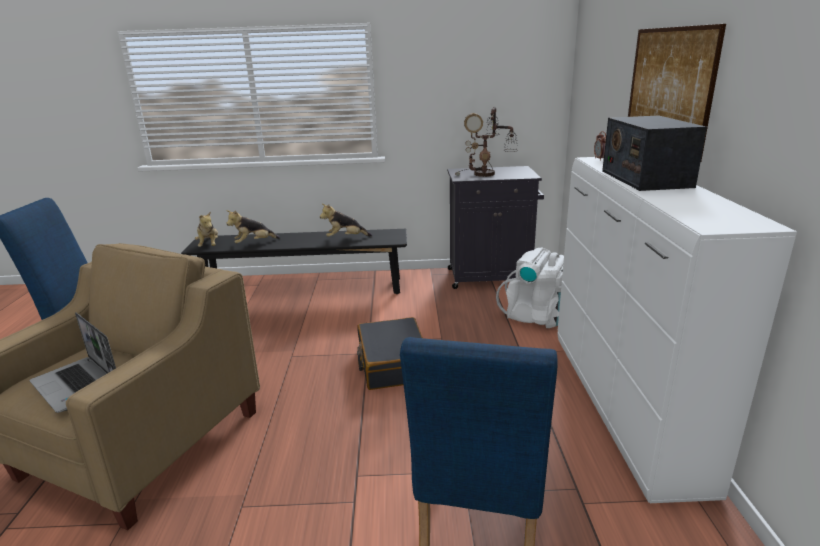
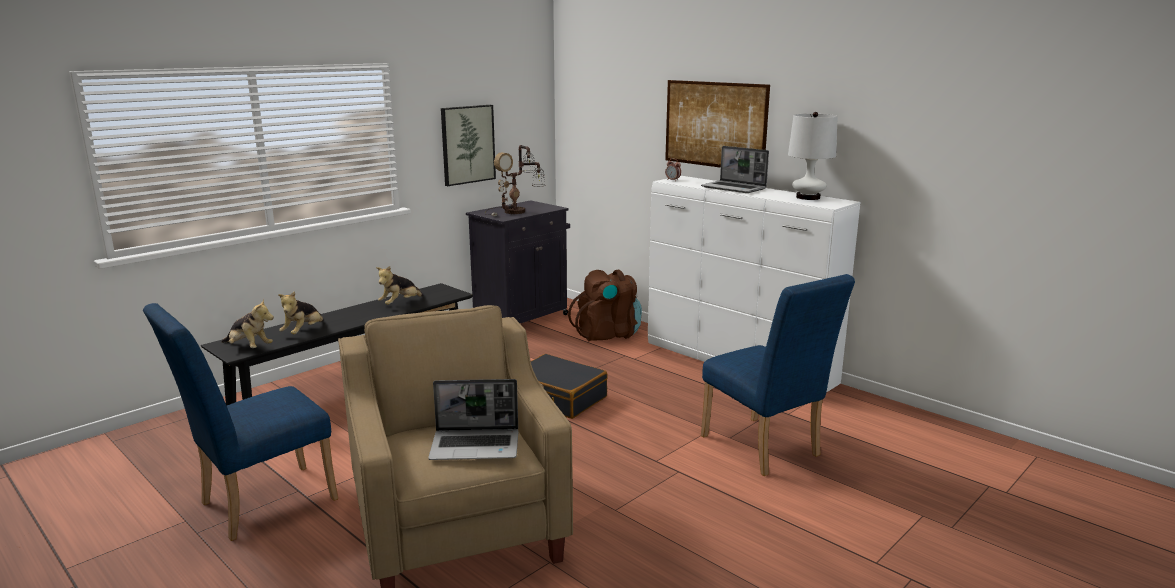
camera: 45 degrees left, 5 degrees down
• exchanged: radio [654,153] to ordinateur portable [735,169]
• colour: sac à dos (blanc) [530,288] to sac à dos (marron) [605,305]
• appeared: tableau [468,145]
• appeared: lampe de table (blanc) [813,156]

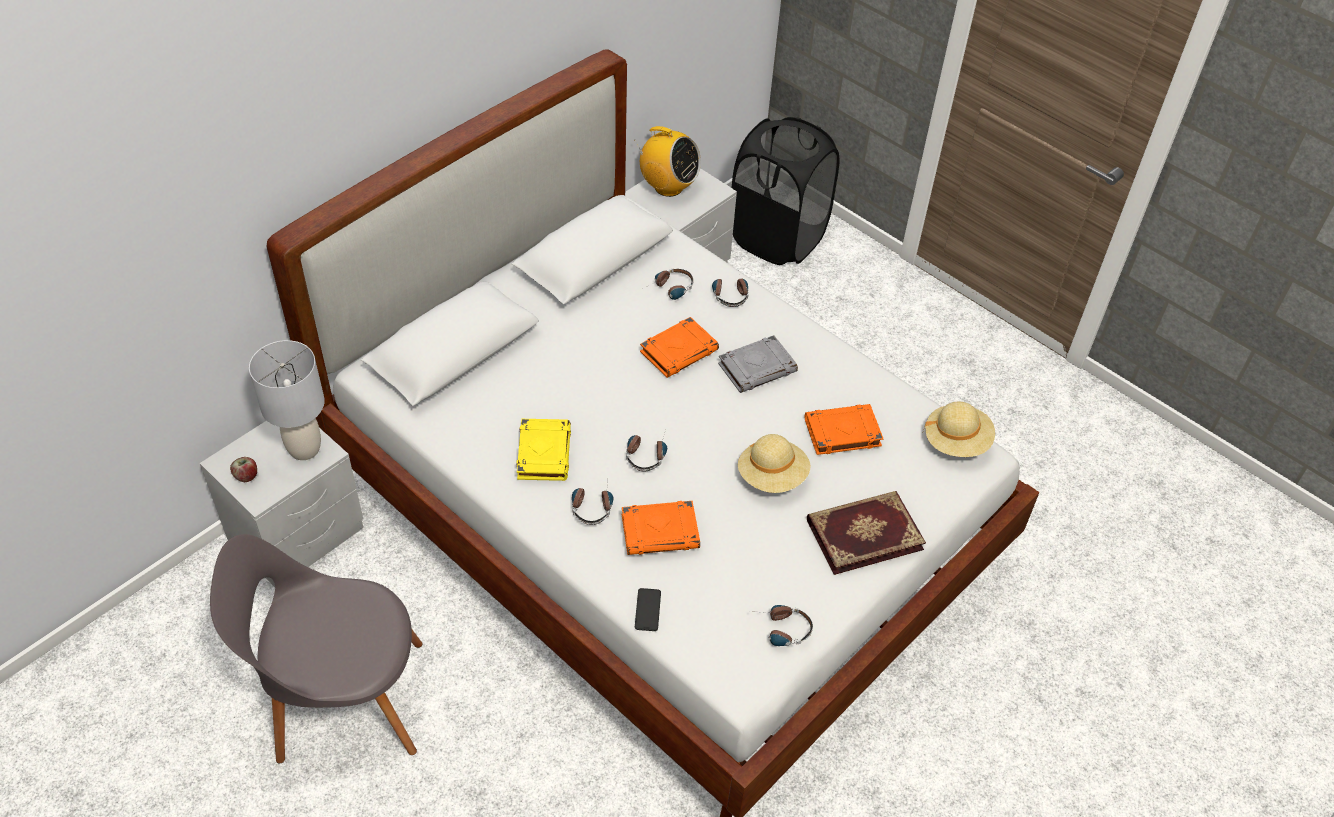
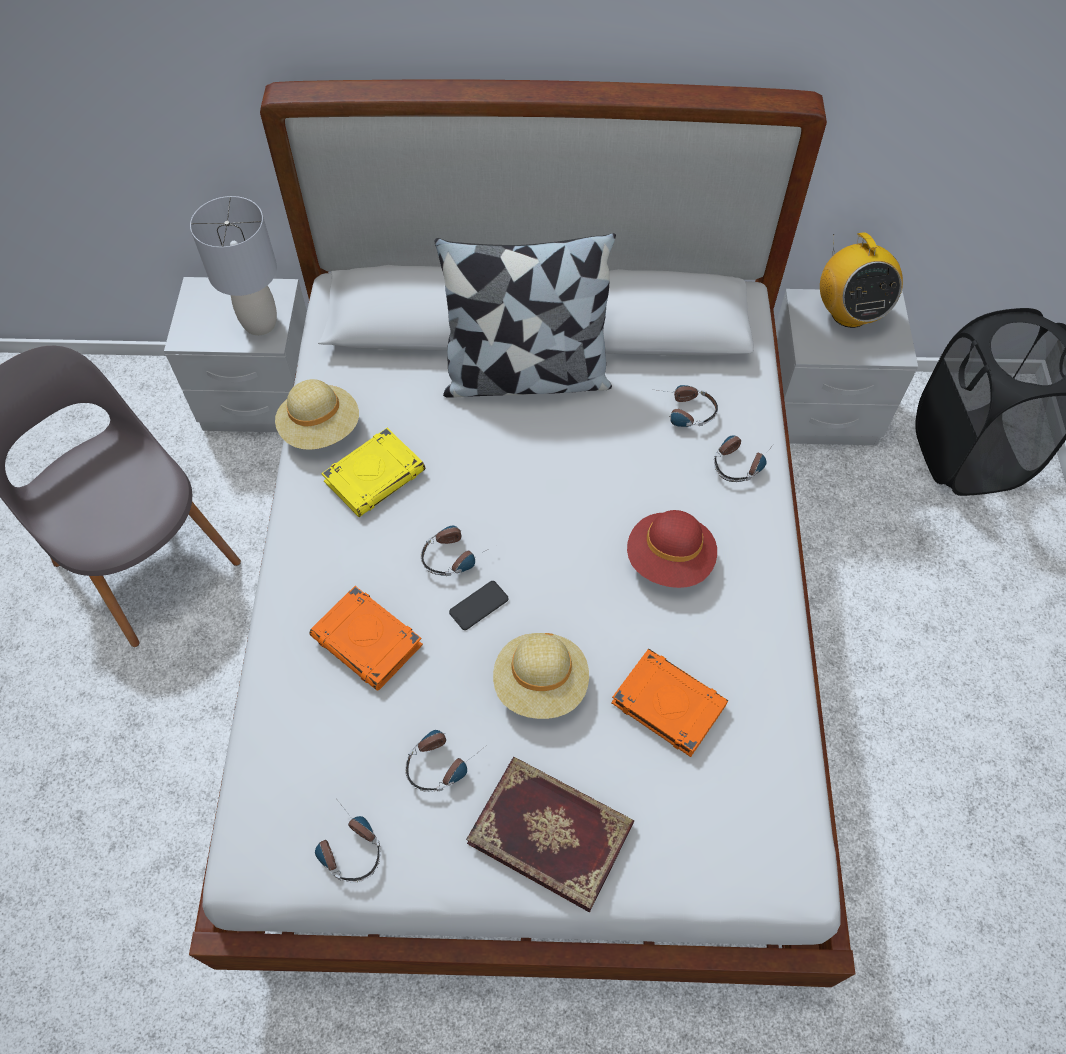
camera: 50 degrees right, 10 degrees up
• missing: livre (orange) [679,347]
• exchanged: livre (gris) [758,364] to chapeau (rouge) [672,549]
• relocated: chapeau (beige) [959,429] to [317,414]
• missing: pomme [243,469]
• relocated: casque audio [592,503] to [445,761]
• relocated: téléphone [648,609] to [478,605]
• appeared: coussin [525,315]

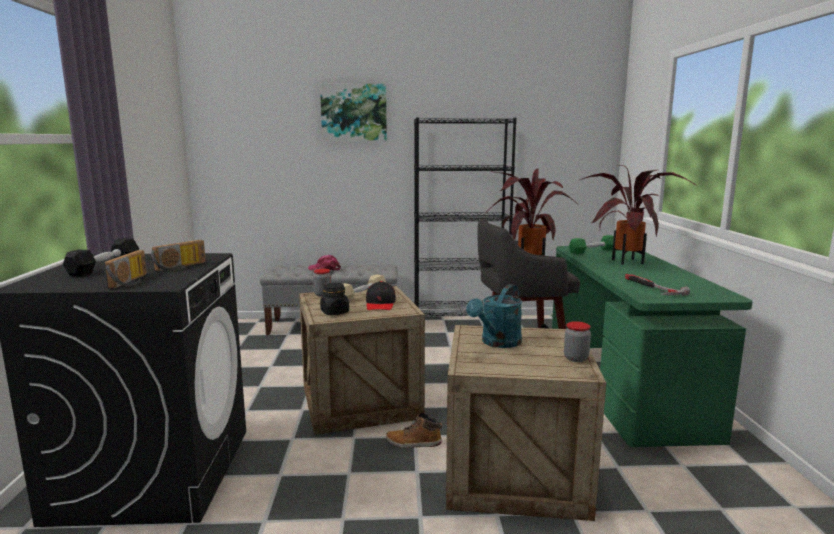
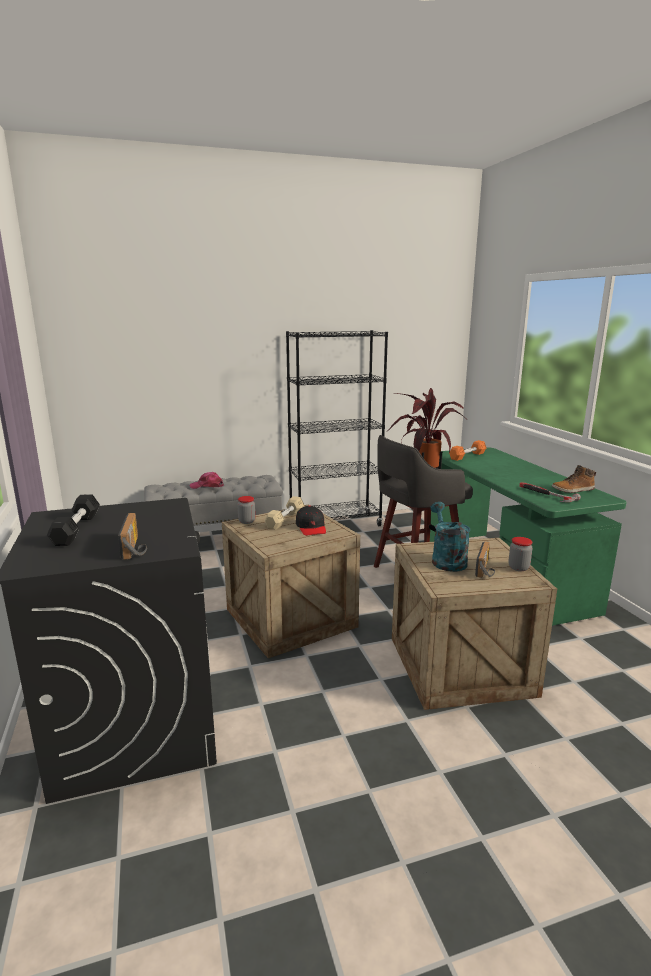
camera: 15 degrees left, 5 degrees up
• missing: tableau [353,112]
• missing: plante en pot [638,215]
• colour: haltère (vert) [591,244] to haltère (orange) [467,450]
• relocated: radio [178,255] to [485,559]
• missing: bocal (noir) [334,299]
• spun: arrosoir (turquoise) [494,316] = [450,537] 150 degrees clockwise
• relocated: botte [414,430] to [574,479]

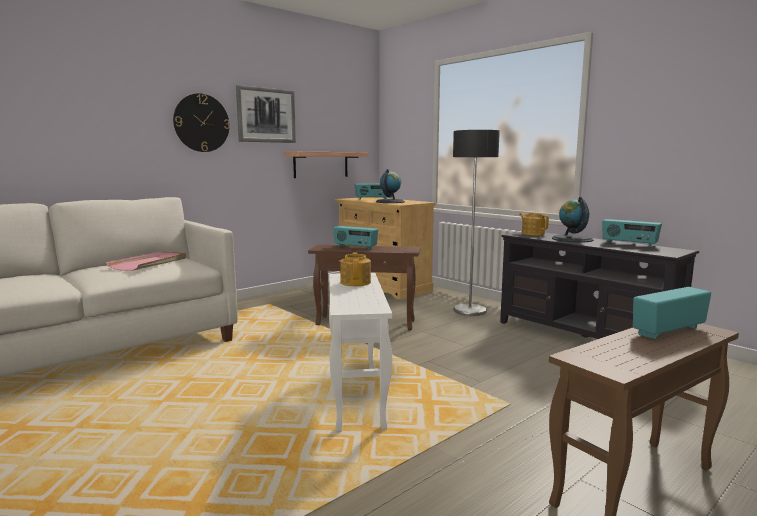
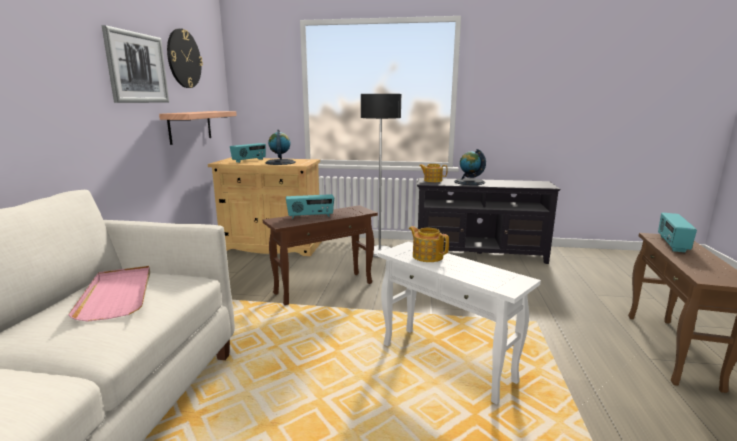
camera: 40 degrees left, 5 degrees up
• relocated: horloge murale [201,122] to [185,58]
• missing: radio [632,233]

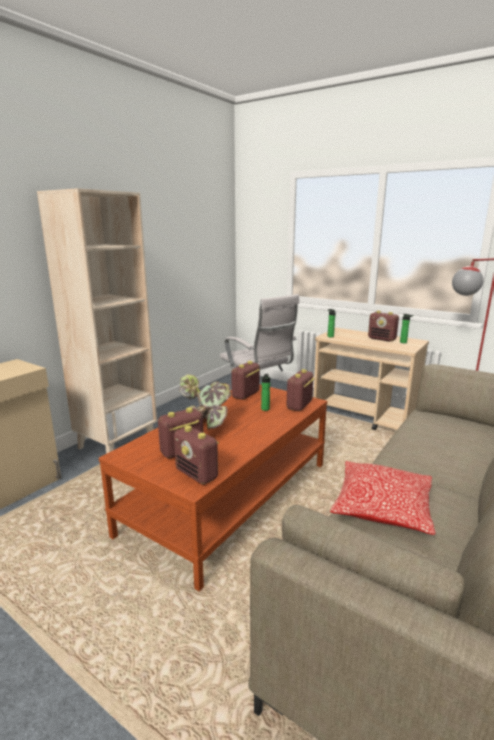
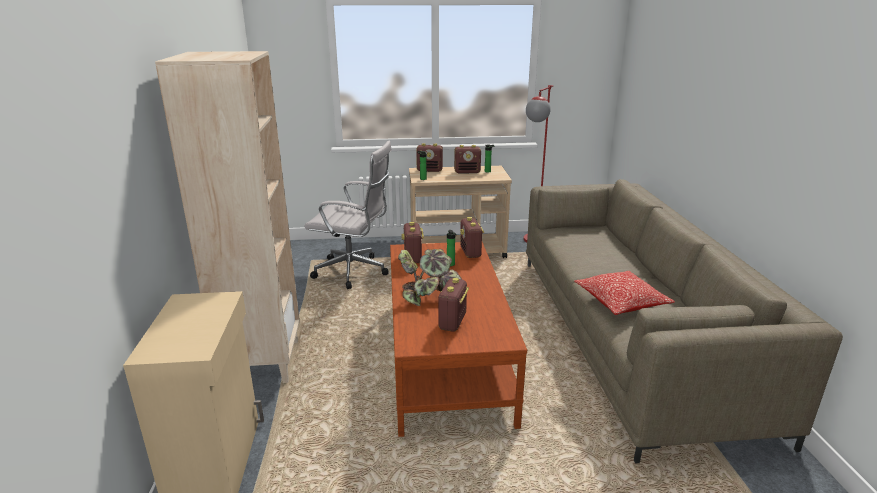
camera: 40 degrees left, 5 degrees up
• relocated: radio [196,455] to [429,157]

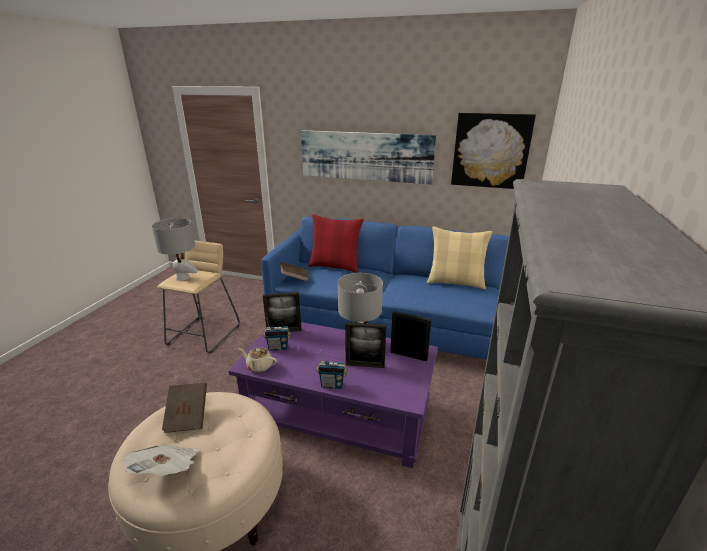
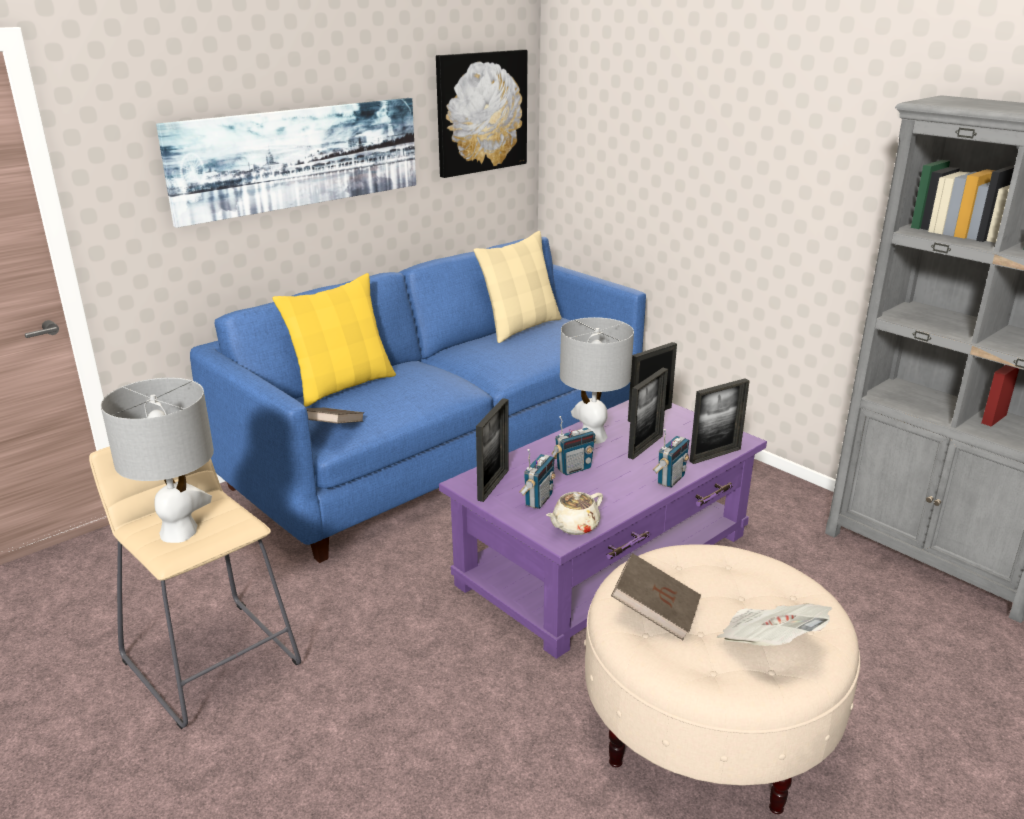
camera: 60 degrees left, 0 degrees up
• colour: coussin (rouge) [336,243] to coussin (jaune) [334,340]
• appeared: cadre photo [719,421]
• appeared: radio [573,445]

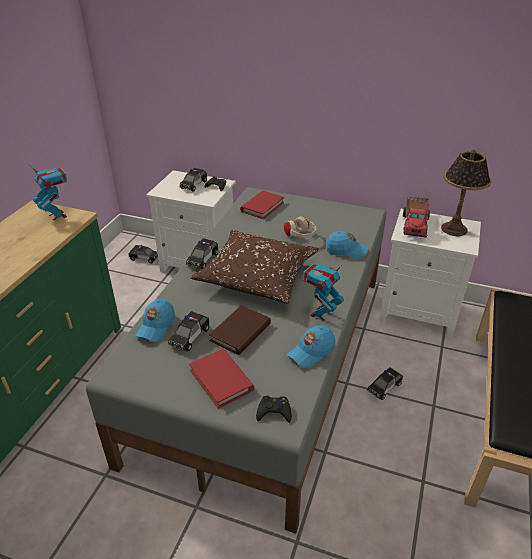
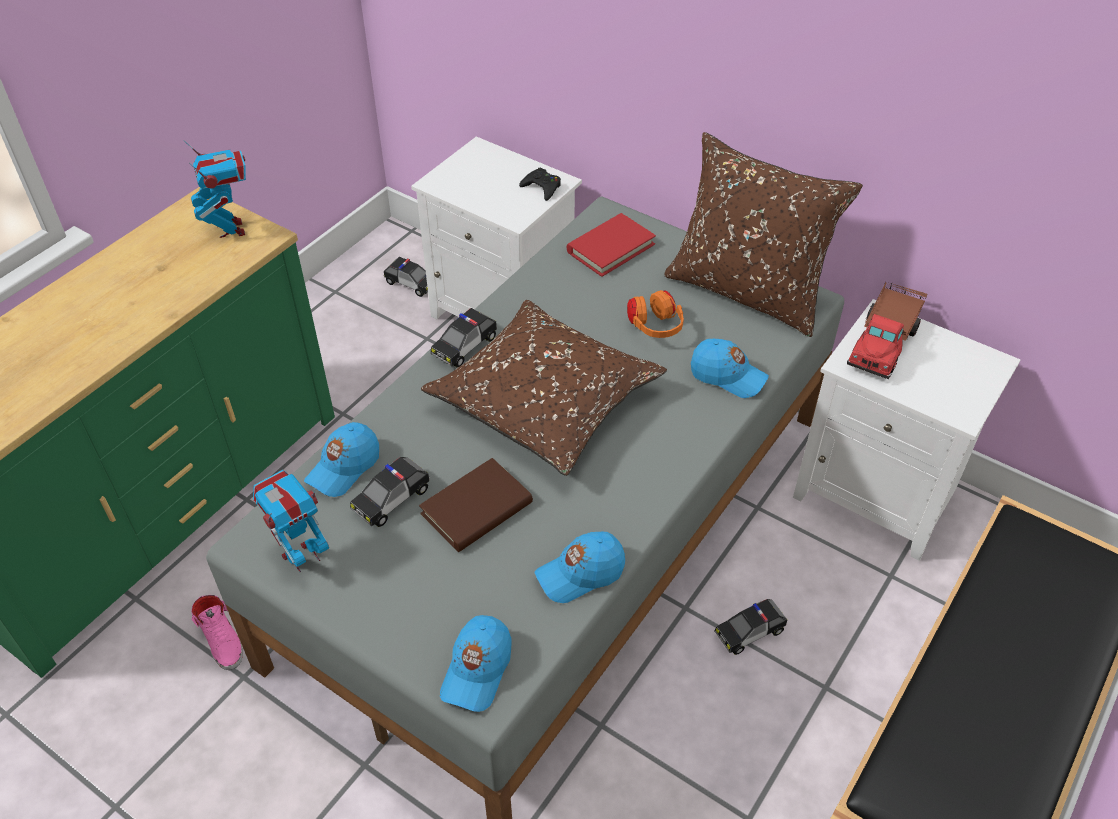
camera: 15 degrees right, 10 degrees up
• missing: lampe de table [466,193]
• missing: petite voiture [193,180]
• colour: casque audio (beige) [300,227] to casque audio (orange) [655,314]
• relocated: robot jouet [323,292] to [291,521]
• missing: livre (rouge) [221,379]
• exchanged: manette (noir) [274,409] to casquette (bleu) [476,663]
• appeared: coussin (marron) [763,234]
• appeared: chaussure (rose) [217,632]

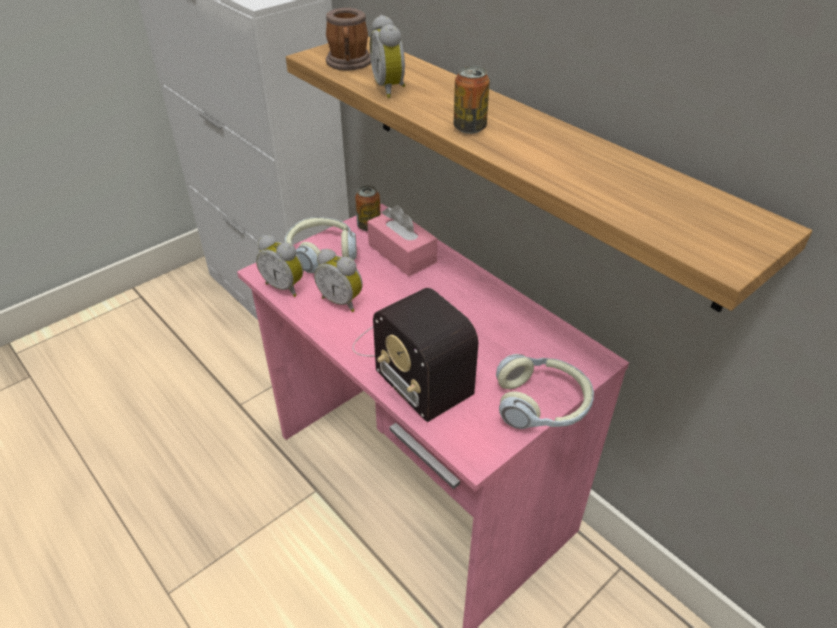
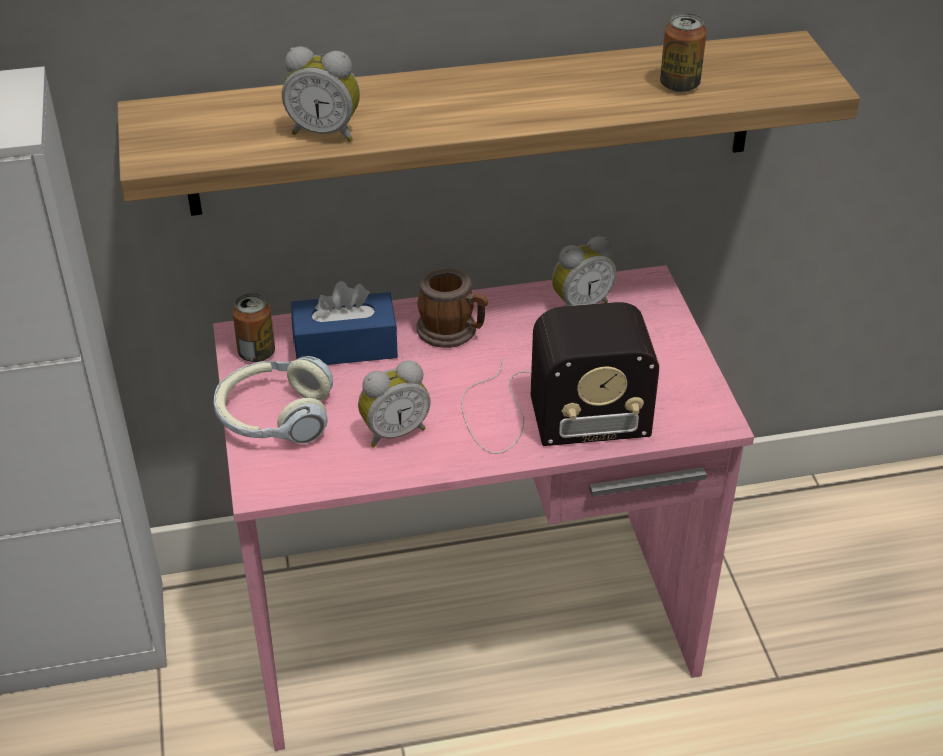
camera: 60 degrees left, 0 degrees up
• relocated: mug [348,39] to [452,308]
• relocated: boîte métallique [472,100] to [683,53]
• colour: boîte à mouchoirs (rose) [402,240] to boîte à mouchoirs (bleu) [344,323]
• relocated: réveil [280,266] to [584,271]
• missing: casque audio [545,391]

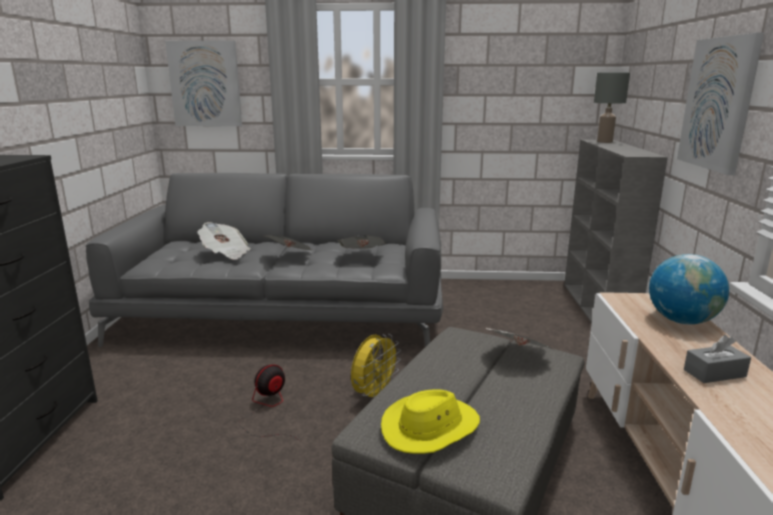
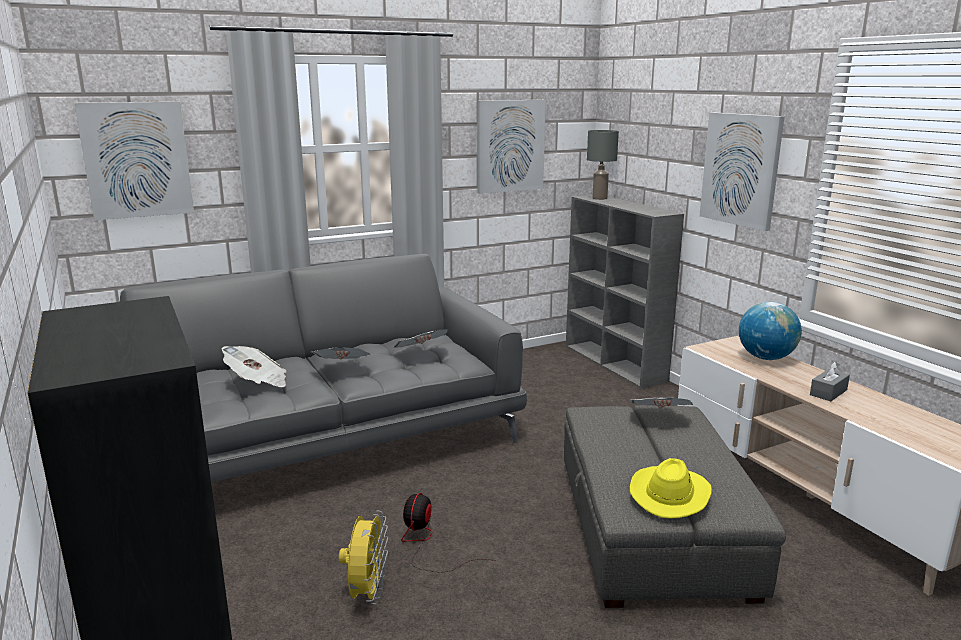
camera: 30 degrees left, 0 degrees up
• relocated: ventilateur (jaune) [376,365] to [363,557]
• appeared: tableau [511,147]

